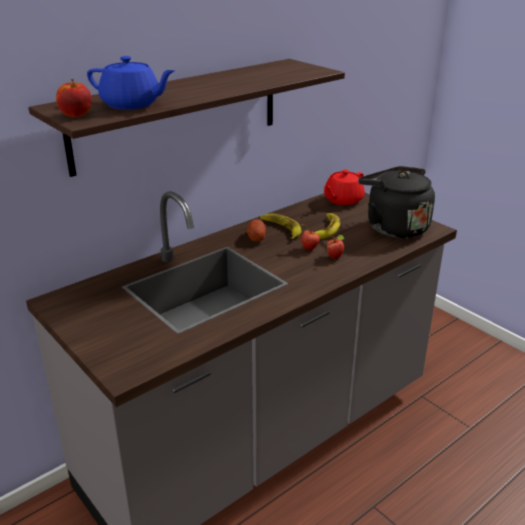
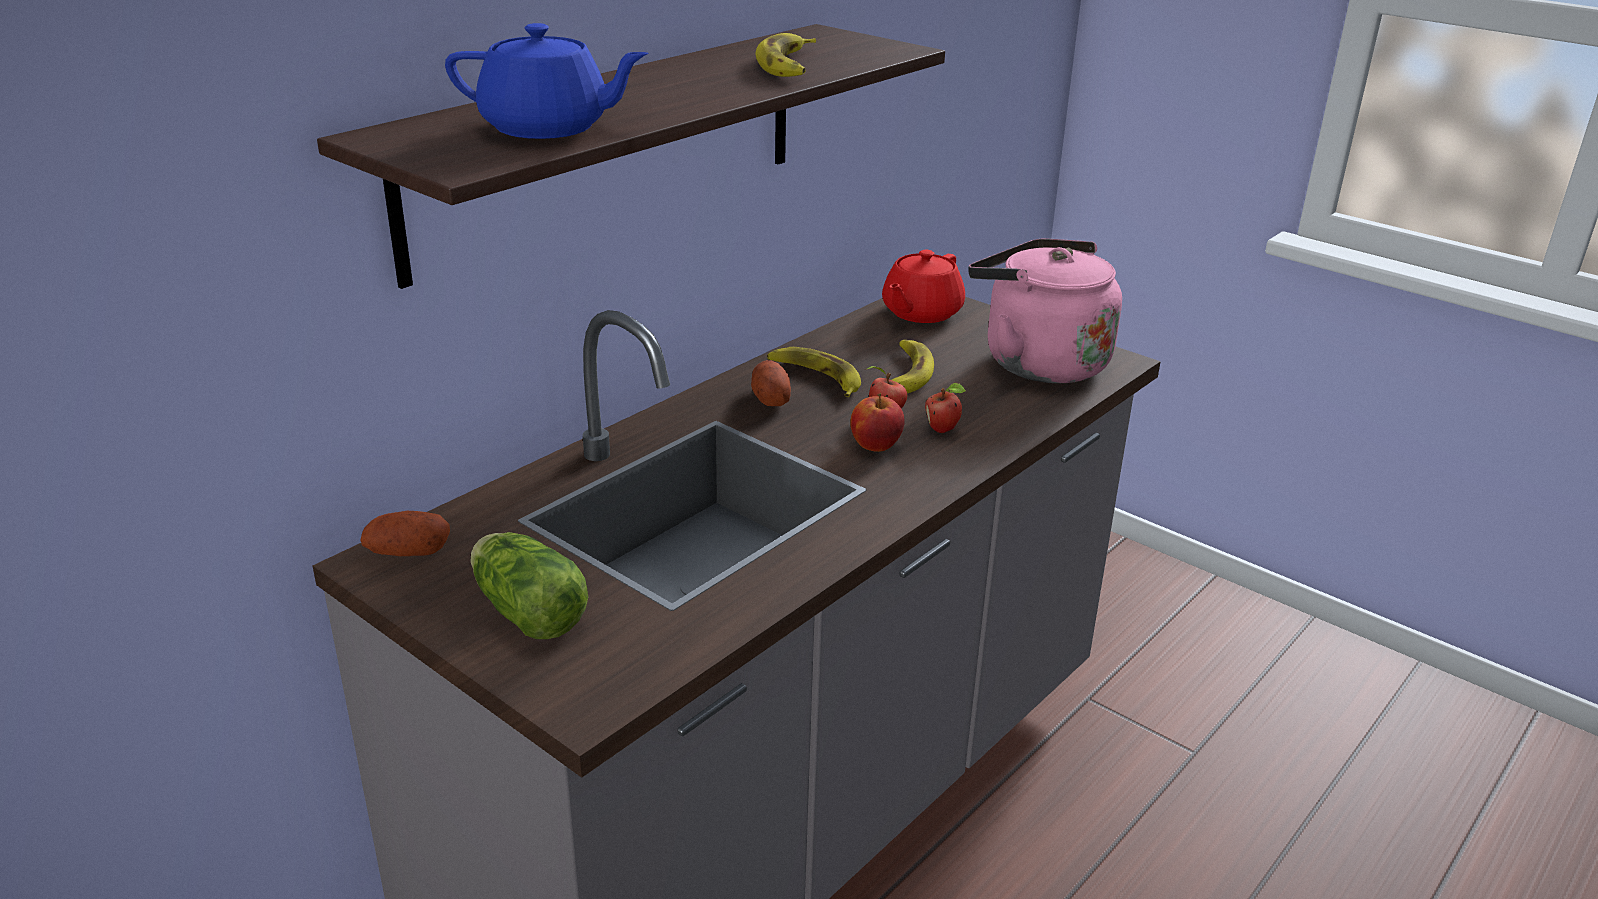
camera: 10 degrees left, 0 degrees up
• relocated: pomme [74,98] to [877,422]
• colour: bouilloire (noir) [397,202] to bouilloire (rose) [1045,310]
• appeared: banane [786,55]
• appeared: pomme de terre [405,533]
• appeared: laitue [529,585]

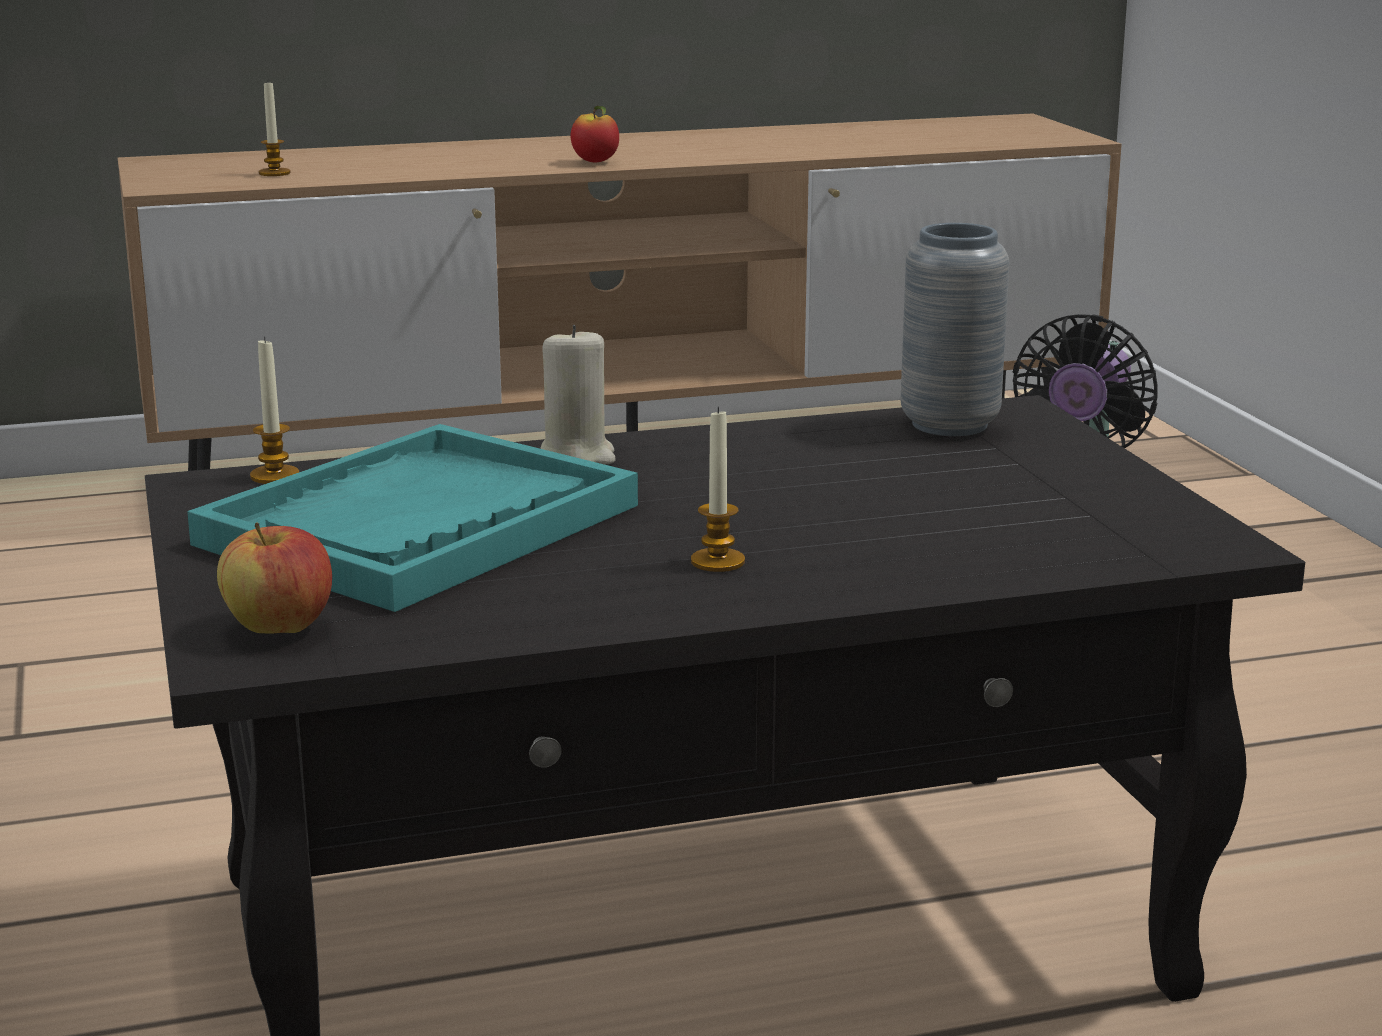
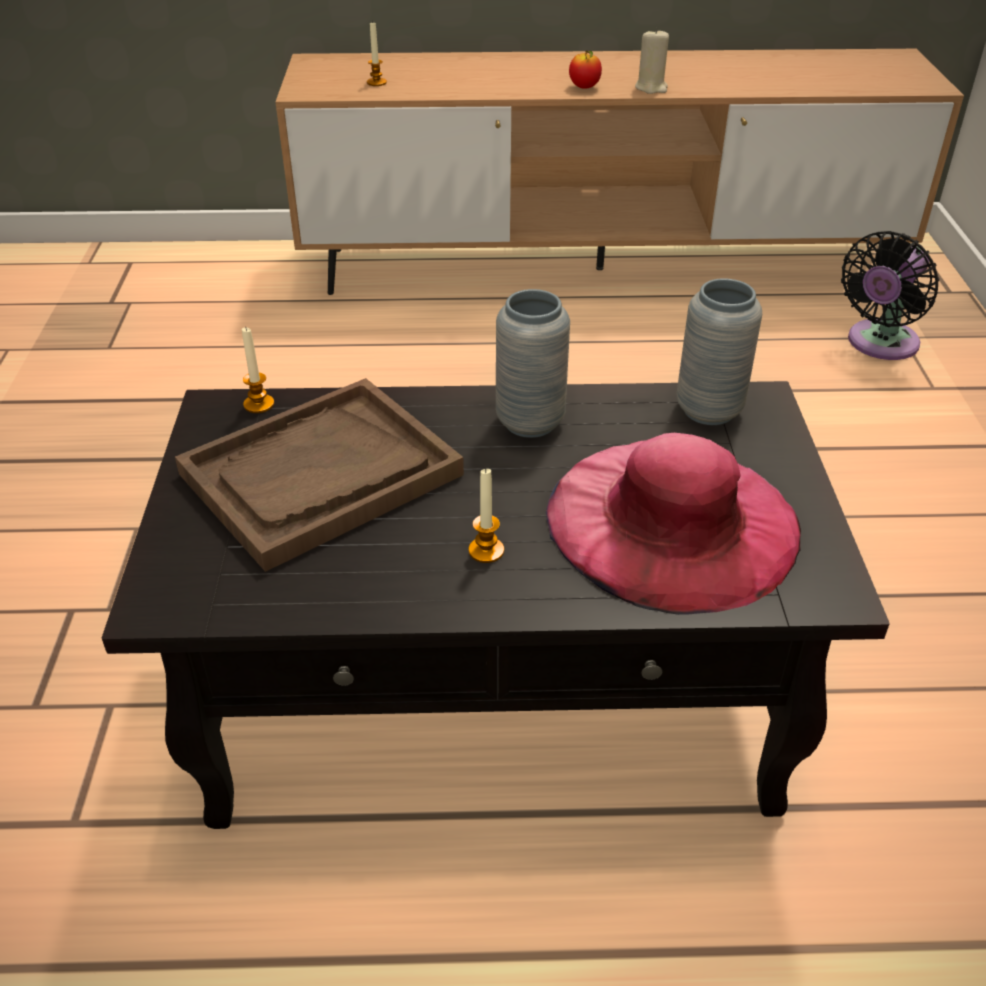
camera: 15 degrees right, 20 degrees up
• relocated: bougie (beige) [577,394] to [652,61]
• colour: plateau (turquoise) [412,518] to plateau (marron) [319,475]
• missing: pomme [274,578]
• appeared: vase (gris) [533,363]
• appeared: chapeau (rose) [673,524]

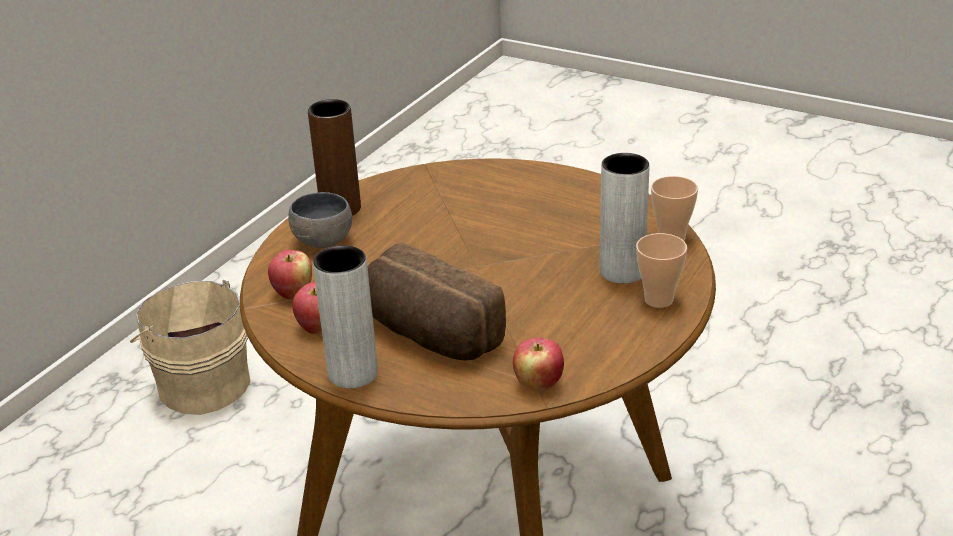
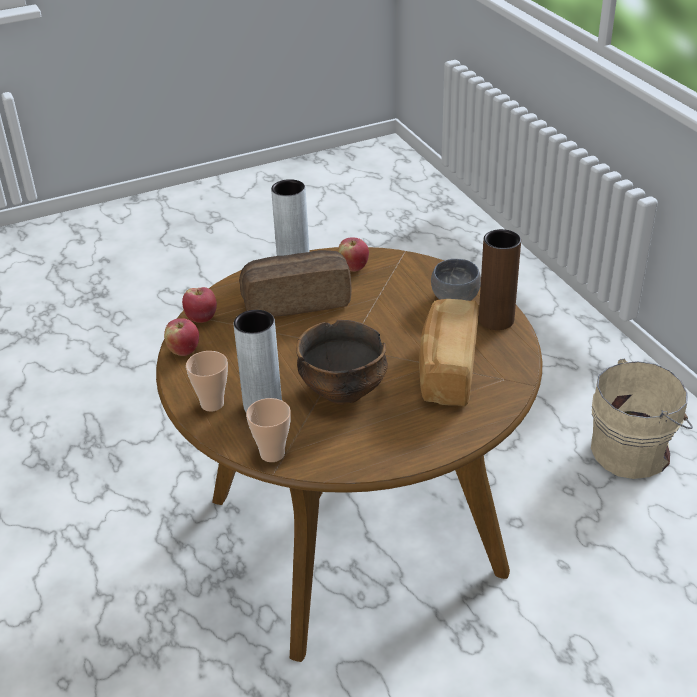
camera: 125 degrees right, 5 degrees up
• relocated: pomme [290,275] to [181,337]
• appeared: pain [448,353]
• appeared: bol [342,362]

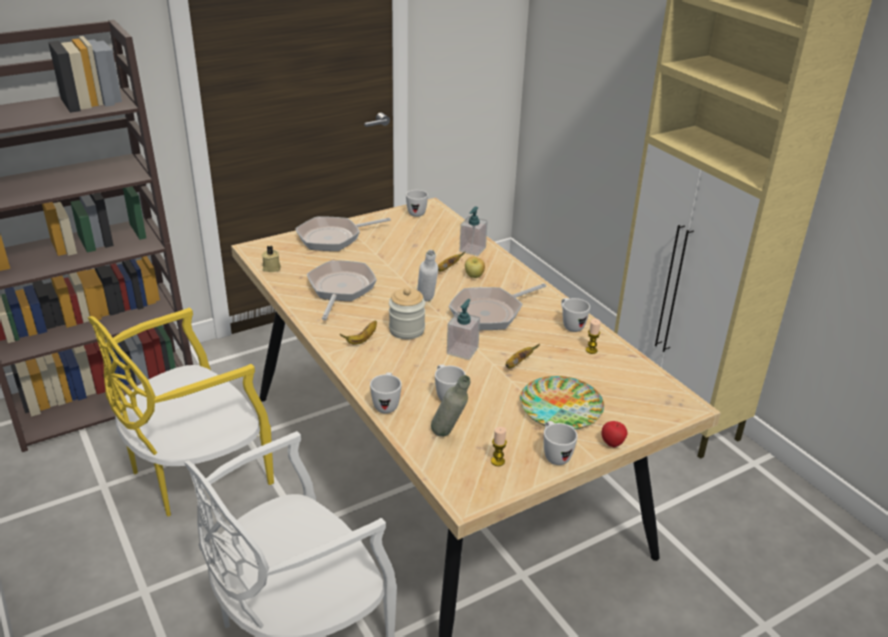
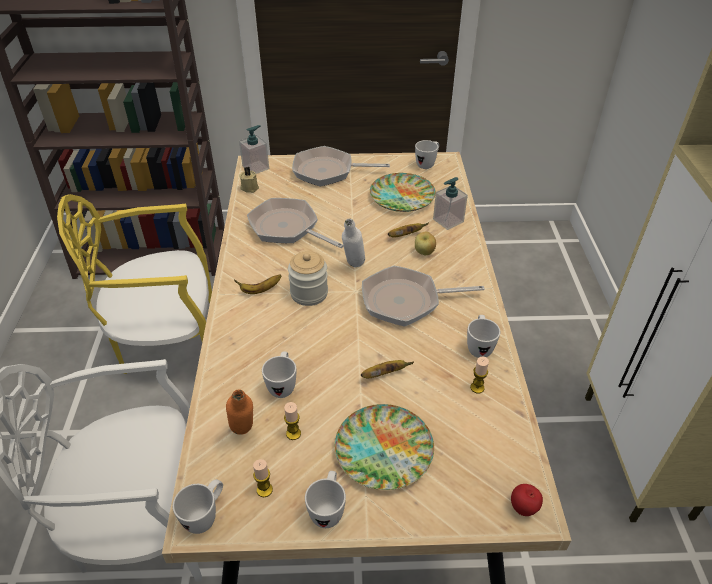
camera: 30 degrees right, 10 degrees up
• spun: poêle [342,290] = [295,223] 90 degrees counterclockwise
• relocated: distributeur de savon [463,329] to [254,149]
• relocated: mug (blanc) [386,393] to [198,506]
• colour: bouteille (gris) [450,406] to bouteille (orange) [239,411]
• relocated: pomme [614,434] to [527,500]
• appeared: assiette [403,192]
• appeared: bougie [292,421]

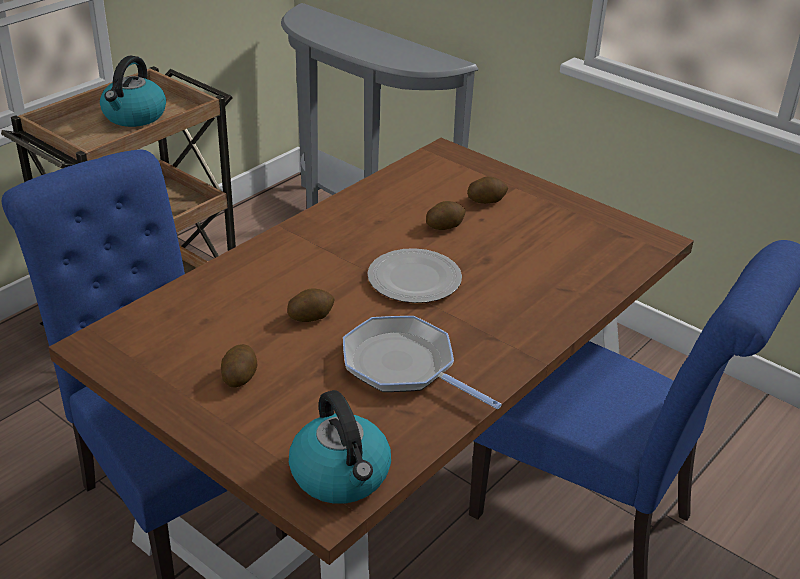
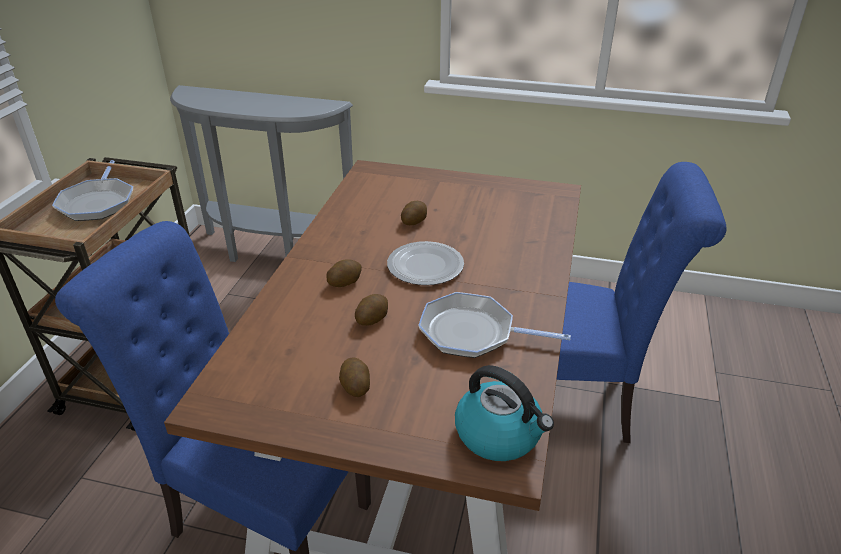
camera: 25 degrees left, 0 degrees up
• exchanged: bouilloire [133,91] to poêle [92,190]
• relocated: pomme de terre [487,190] to [344,273]

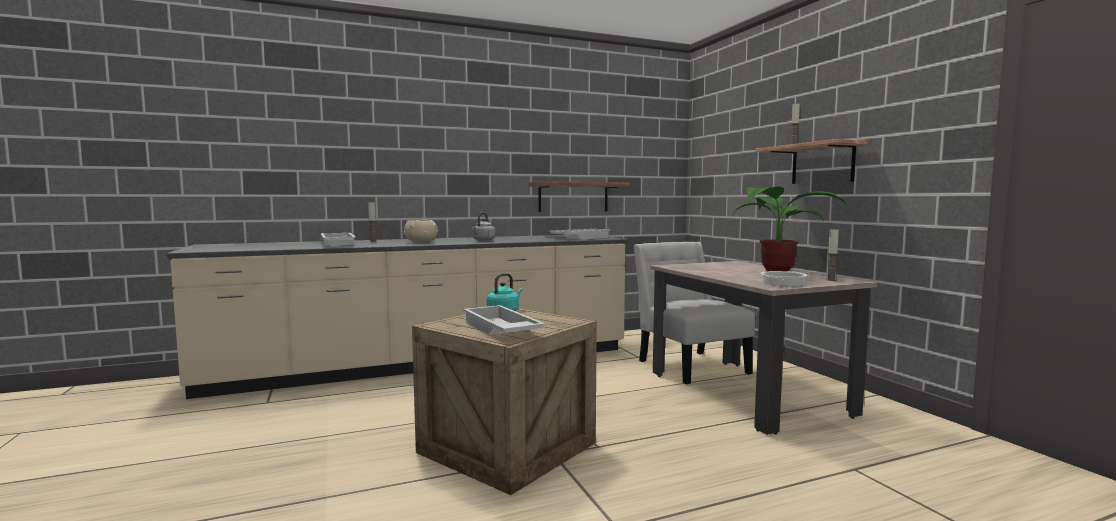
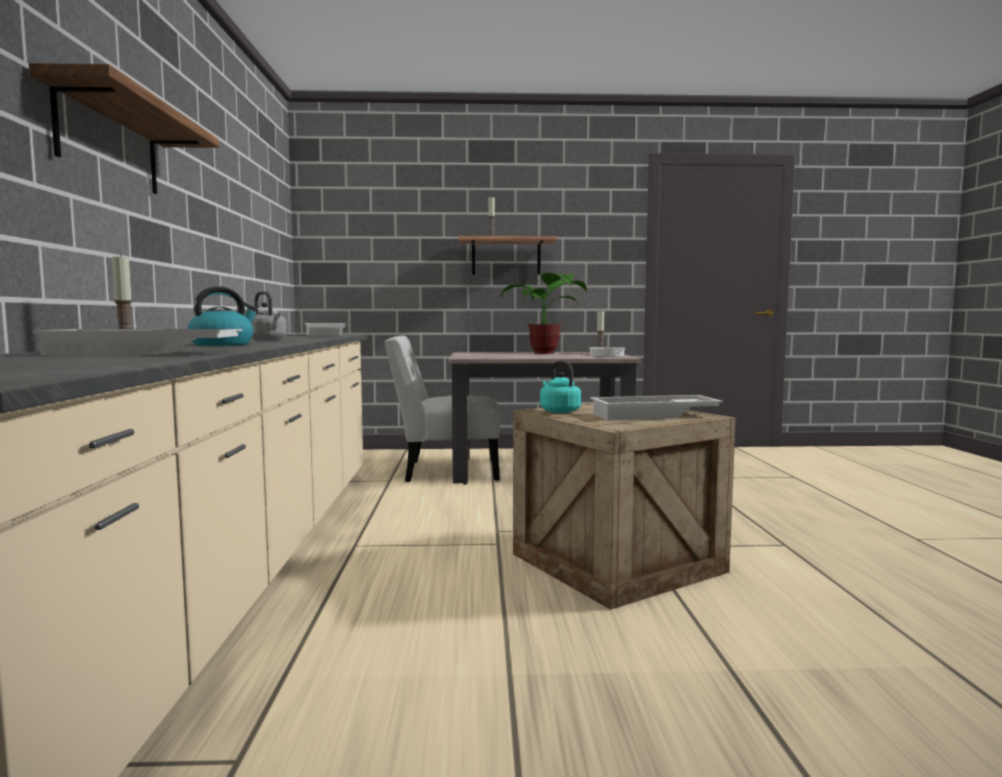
camera: 70 degrees left, 0 degrees up
• relocated: étagère [579,196] to [124,128]
• exchanged: bol (beige) [421,231] to bouilloire [223,316]

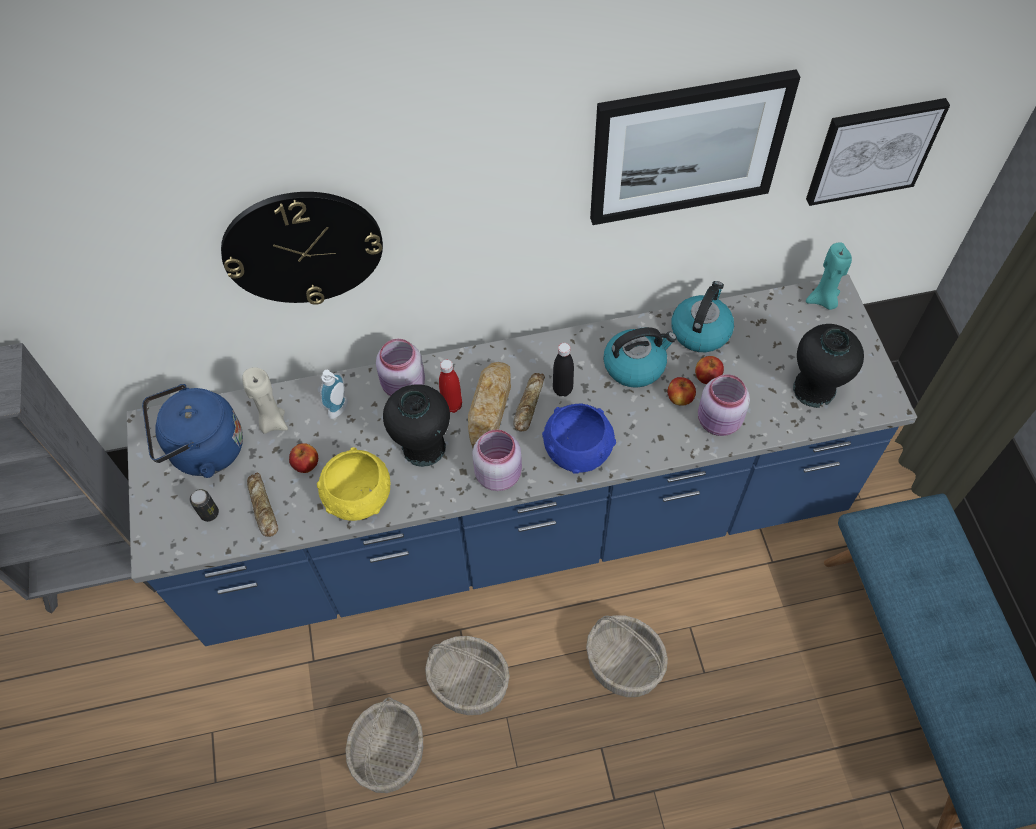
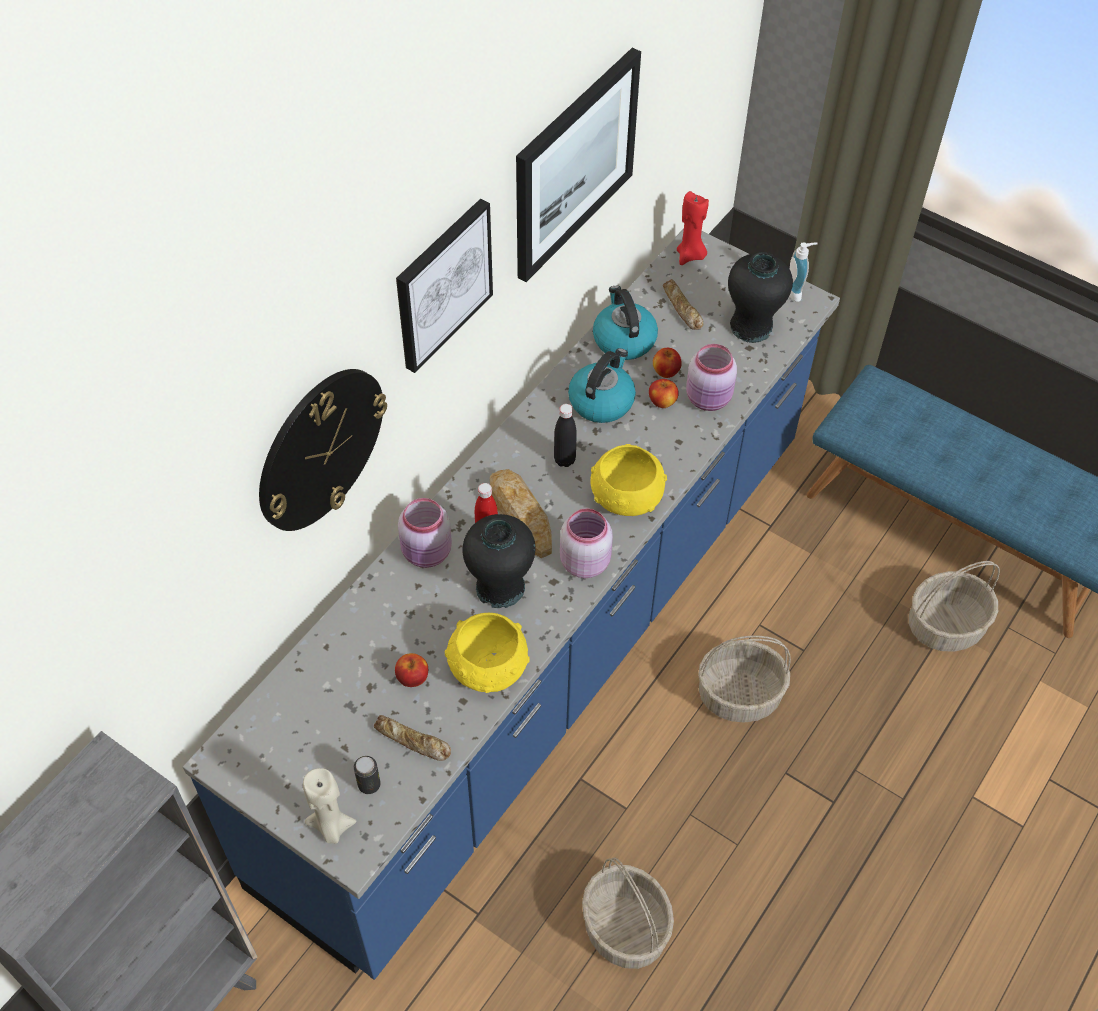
camera: 45 degrees left, 5 degrees down
• relocated: tableau [878,152] to [444,285]
• colour: bougie (turquoise) [829,276] to bougie (rouge) [693,228]
• relocated: bougie (beige) [265,400] to [330,806]
• relocated: distributeur de savon [334,394] to [804,272]
• relocated: pain [529,402] to [683,304]
• missing: bouilloire (bleu) [192,431]
• colour: bol (bleu) [579,439] to bol (jaune) [629,480]
• relocated: panier [467,675] to [954,606]

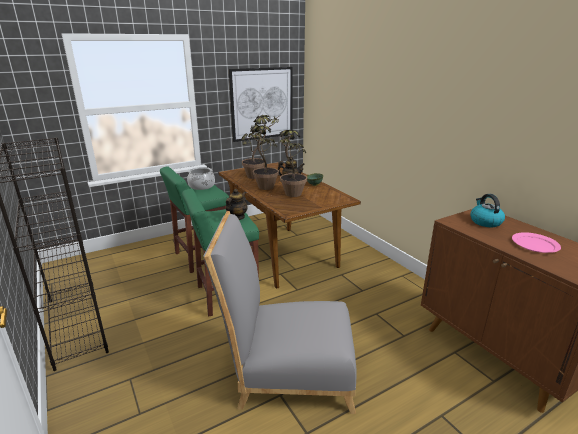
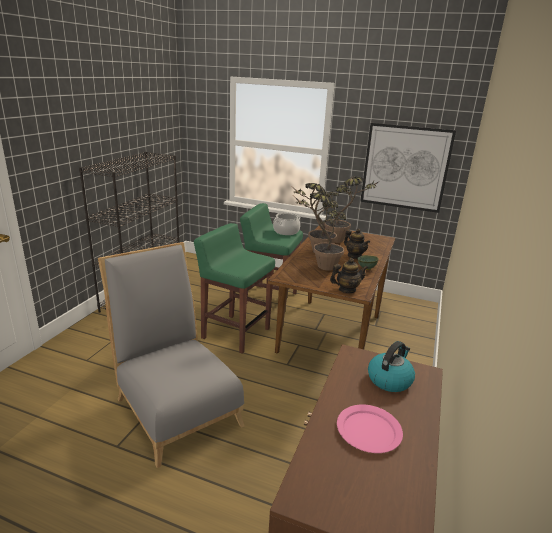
camera: 50 degrees right, 0 degrees up
• relocated: théière [237,204] to [349,275]

